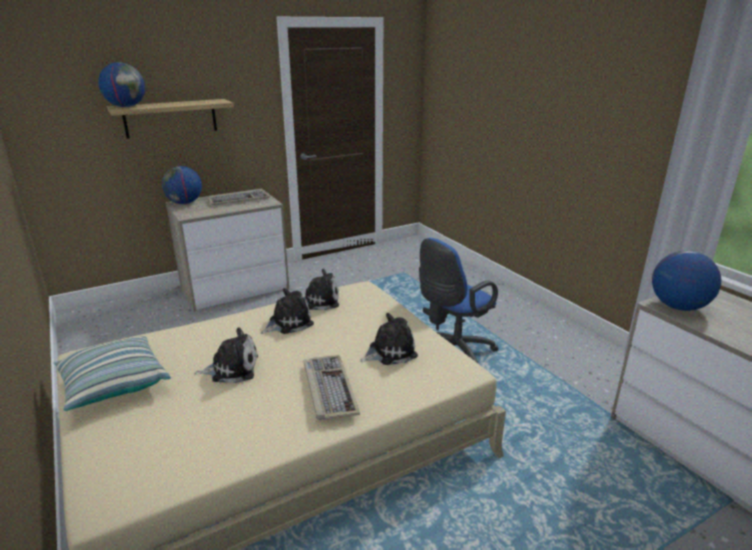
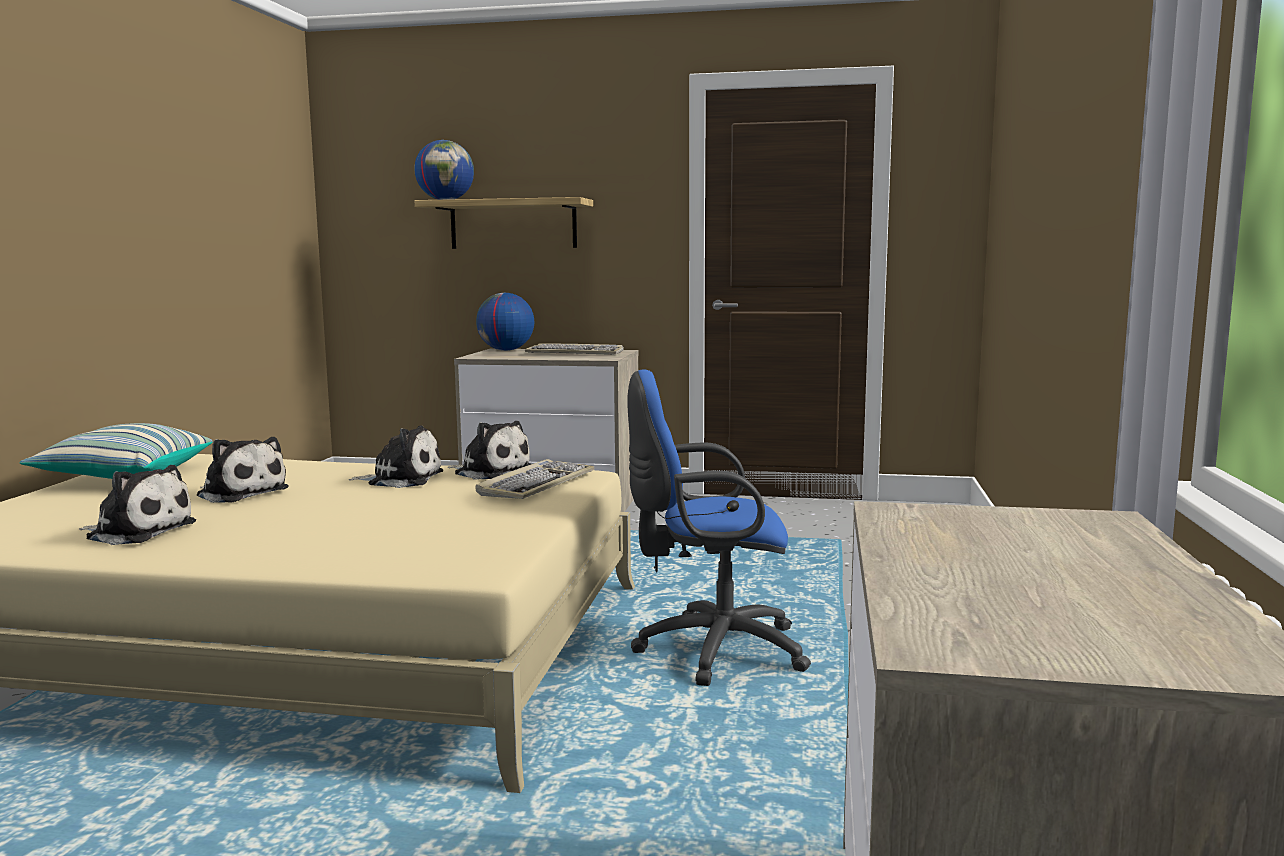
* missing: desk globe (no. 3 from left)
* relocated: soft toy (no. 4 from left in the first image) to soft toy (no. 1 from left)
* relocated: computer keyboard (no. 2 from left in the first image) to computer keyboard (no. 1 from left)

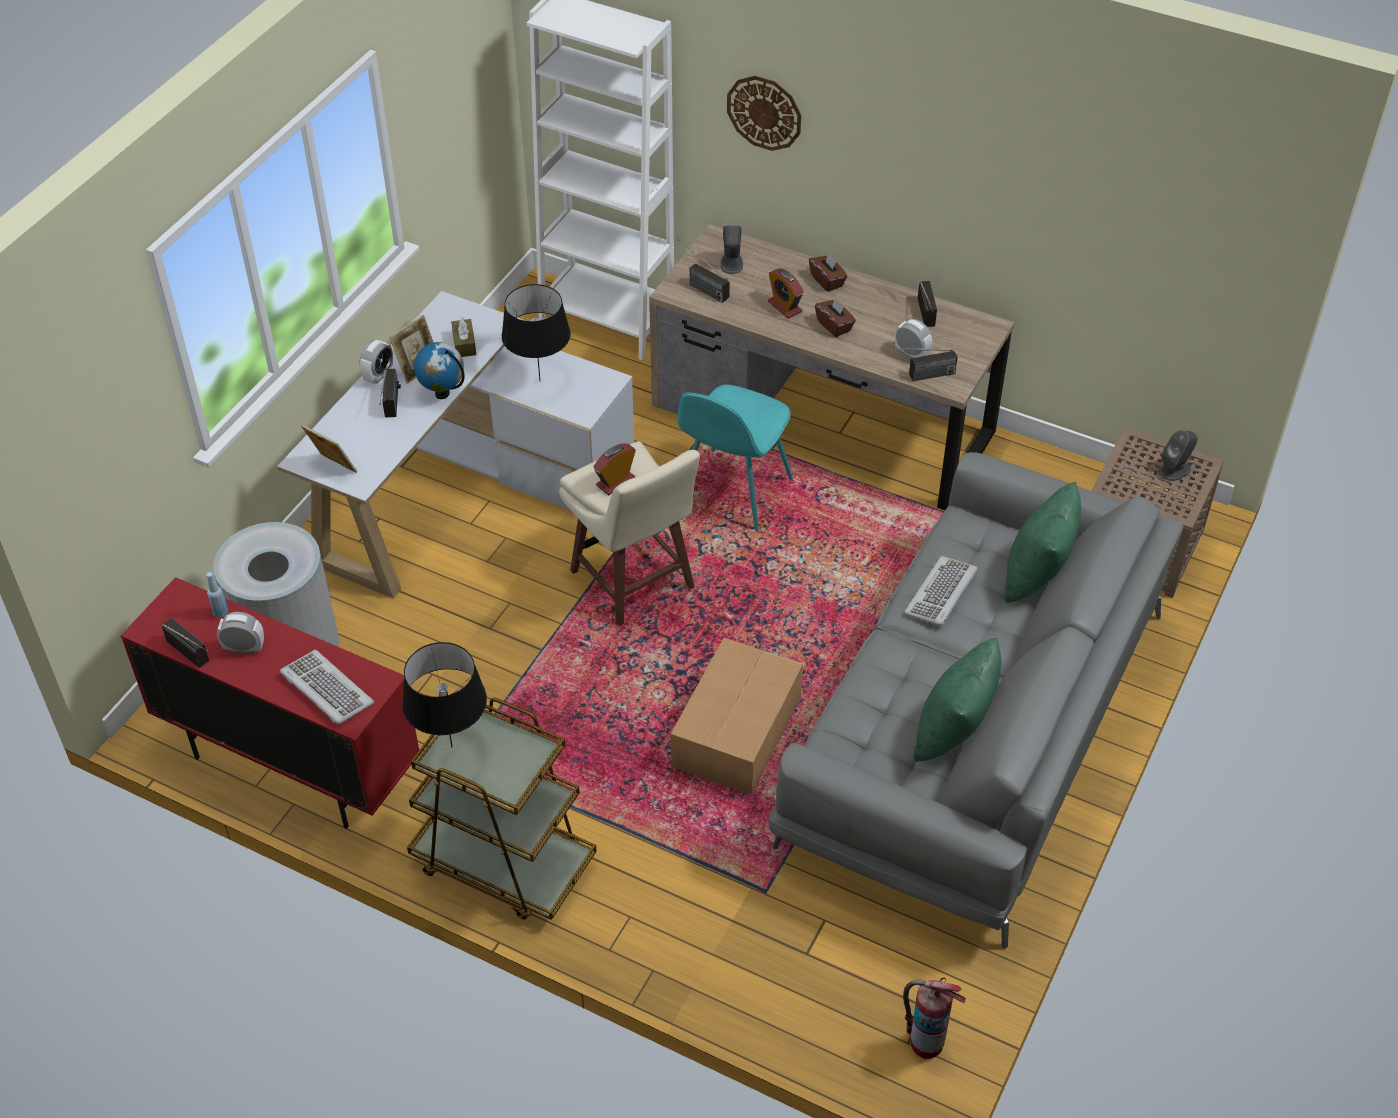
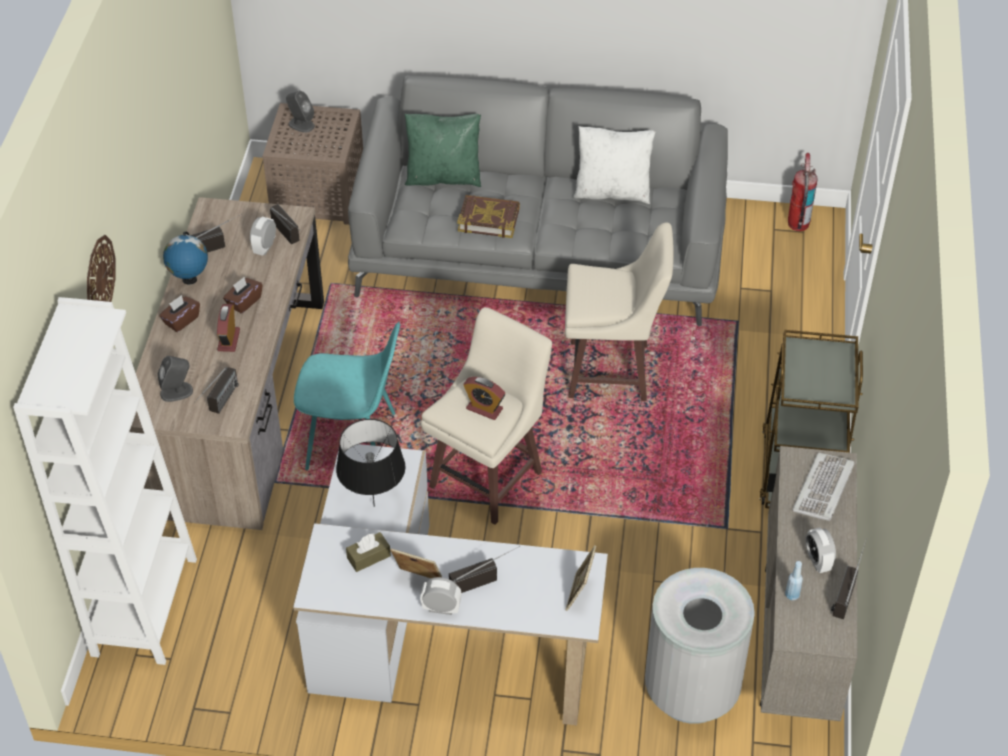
* spun: bedside clock (no. 4 from left in the first image) 150 degrees clockwise
* relocated: desk globe
* exchanged: computer keyboard (no. 2 from left) to volume
* colour: red cabinet to sand-coloured cabinet
* exchanged: packing box to sand-coloured stool (no. 2 from left)
* colour: green pillow (no. 1 from left) to white-coloured pillow
* missing: black-coloured lamp for a table (no. 1 from left)

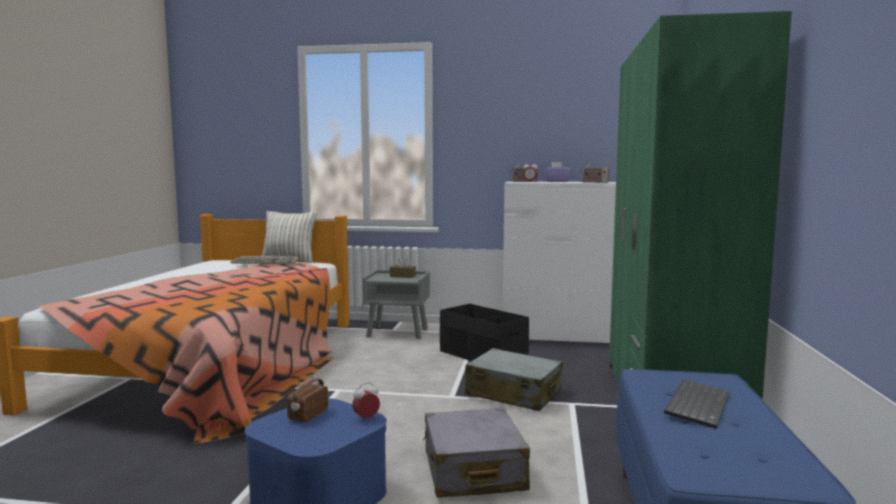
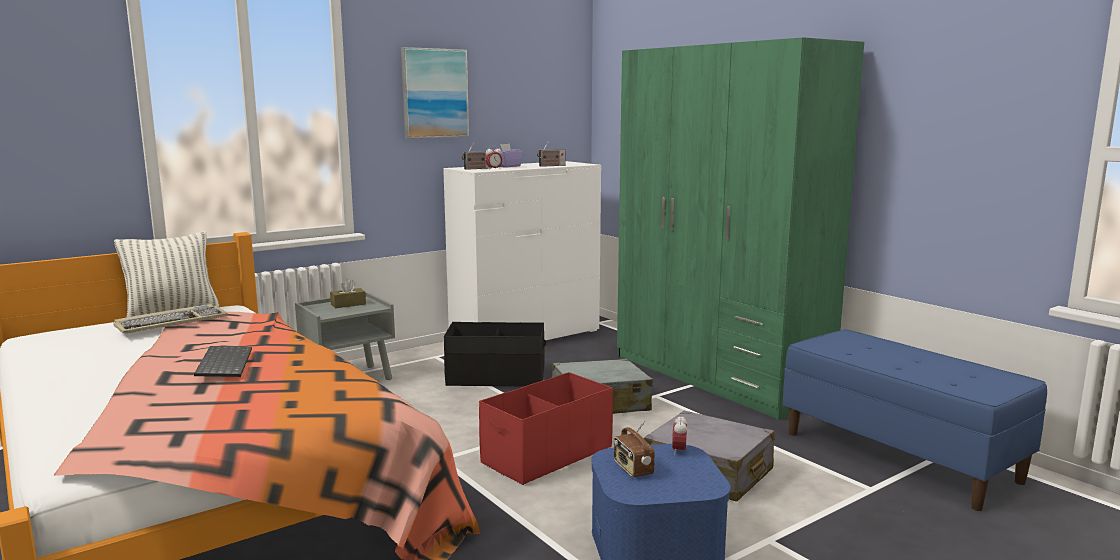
* relocated: computer keyboard (no. 2 from left)
* appeared: wall art
* appeared: red storage box

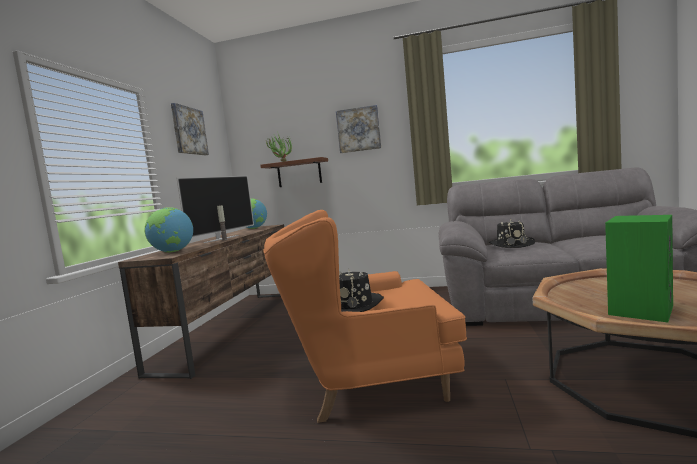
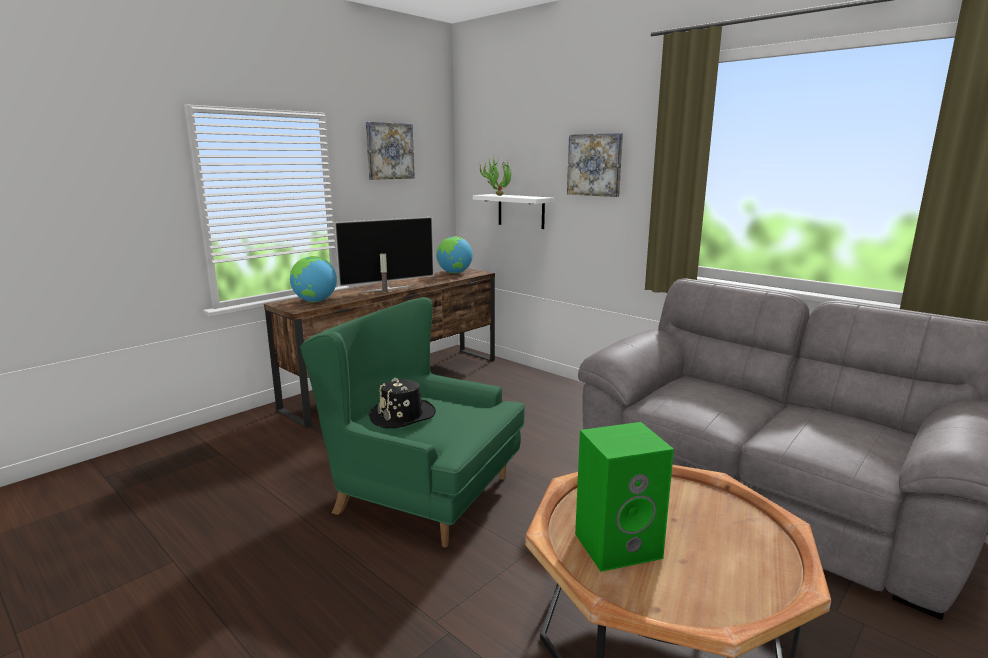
* colour: brownish bracket shelf to white-coloured bracket shelf
* colour: orange-coloured armchair to green armchair
* missing: black-coloured hat (no. 2 from left)

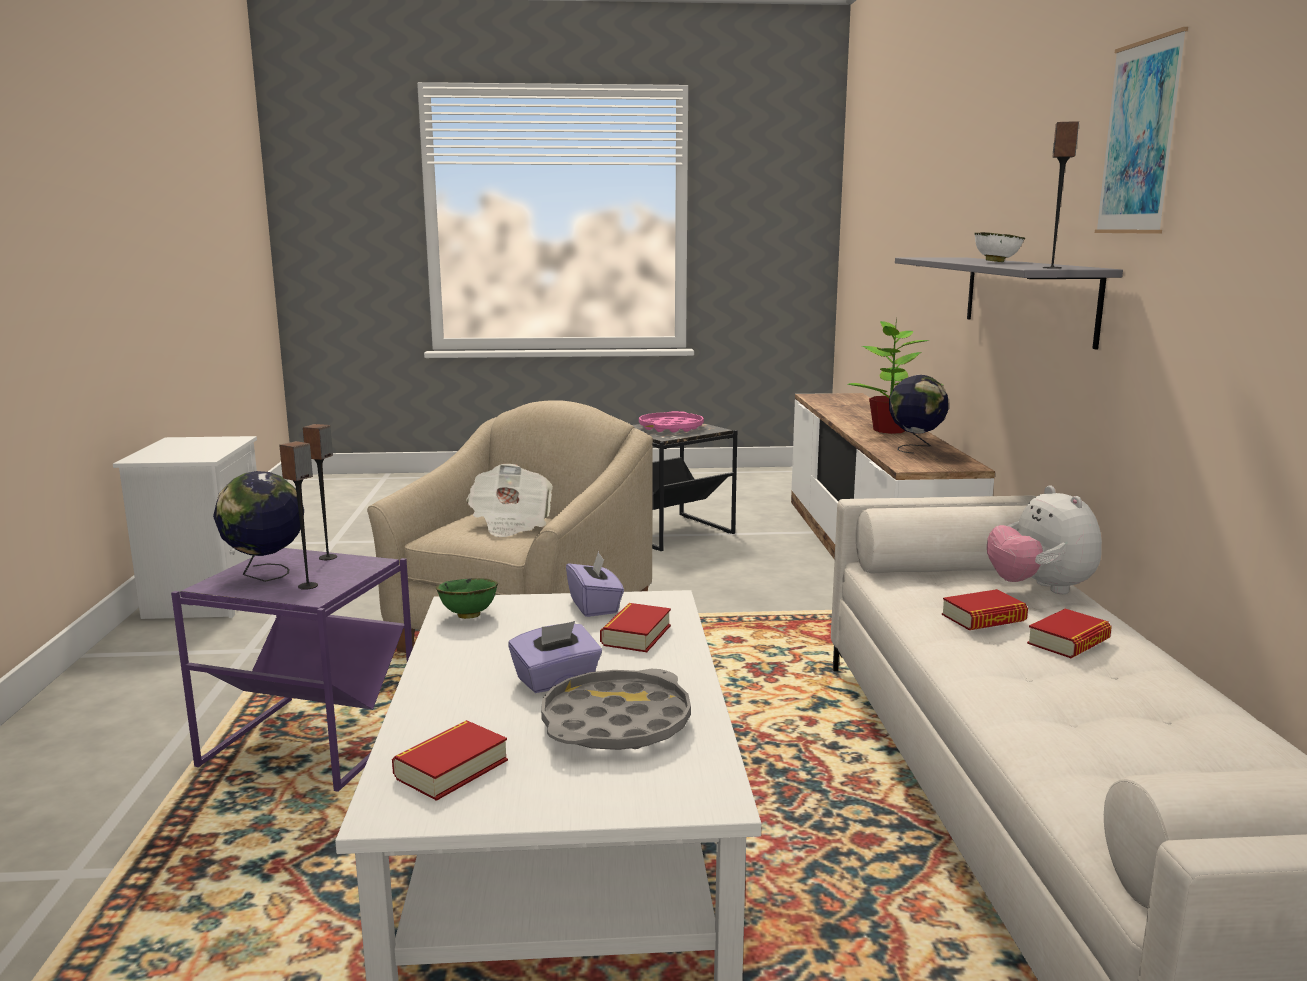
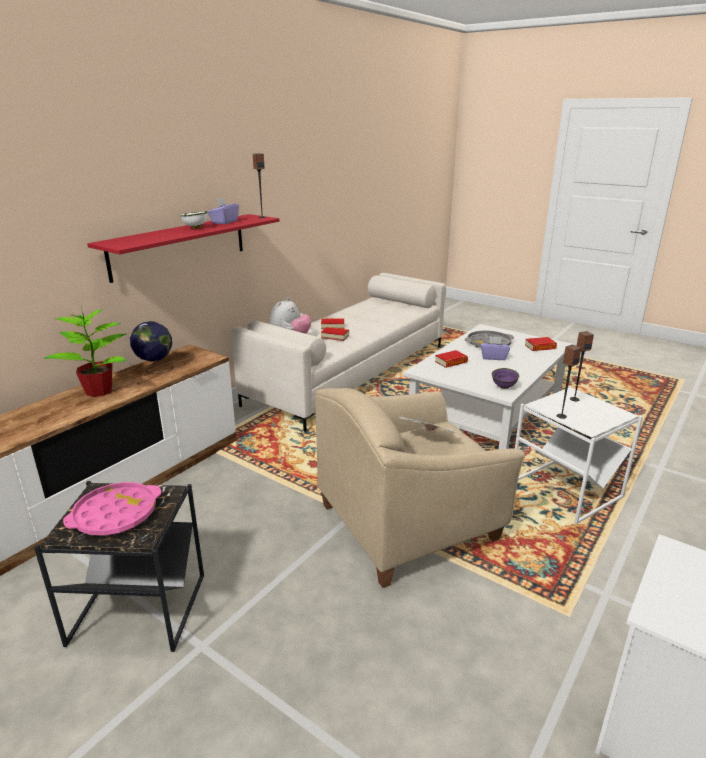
* missing: wall art
* colour: gray bracket shelf to red bracket shelf
* missing: desk globe (no. 1 from left)
* colour: purplish side table to white-coloured side table
* relocated: purplish box of tissues (no. 2 from left in the first image) to purplish box of tissues (no. 1 from left)
* colour: green deep dish to purplish deep dish

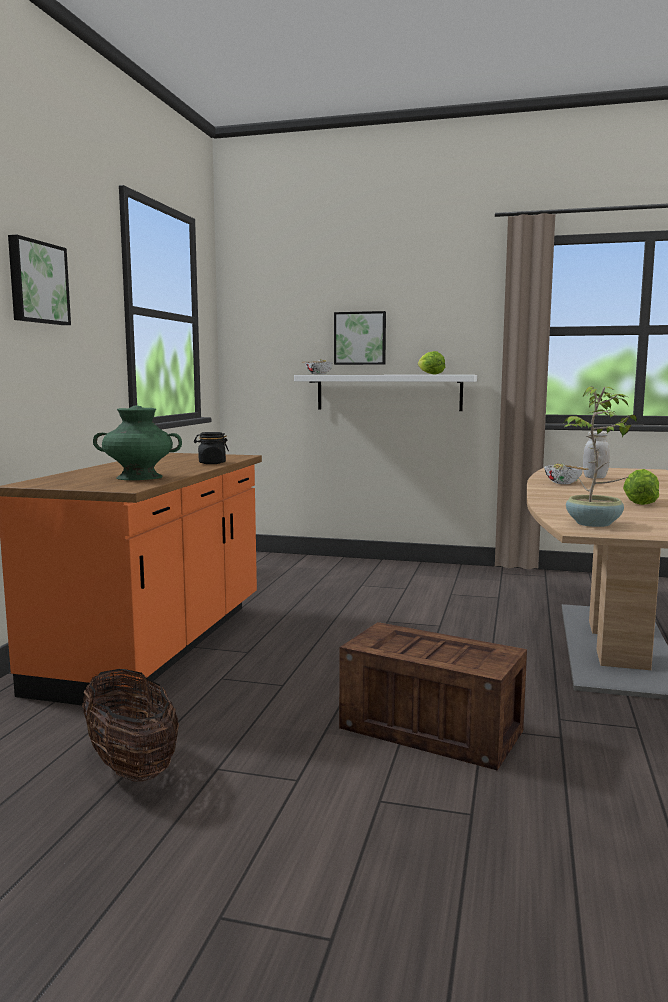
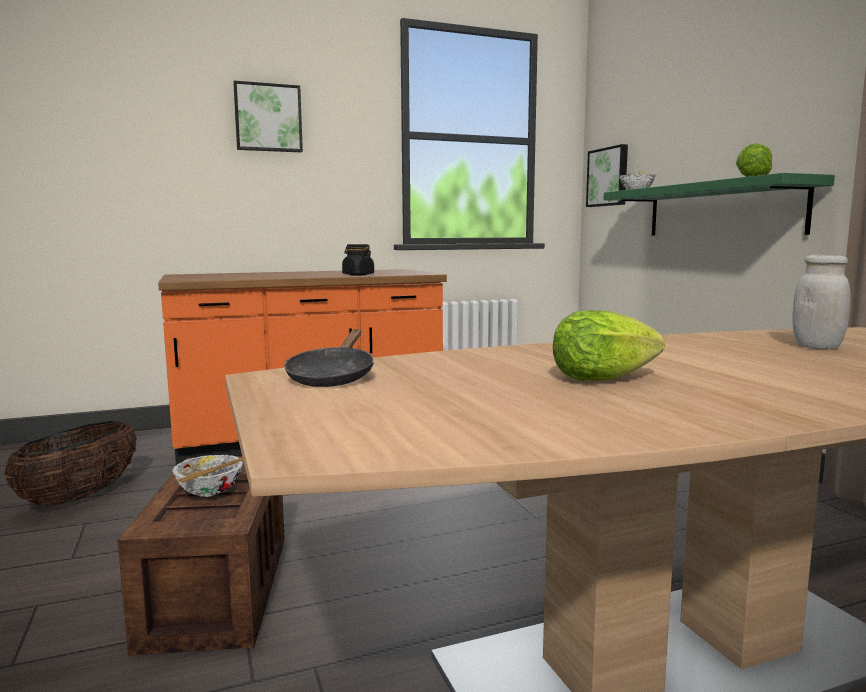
* relocated: wall art (no. 2 from left)
* colour: white-coloured bracket shelf to green bracket shelf
* exchanged: plant in a pot to black-coloured skillet
* missing: green decorative vase
* relocated: deep dish (no. 2 from left in the first image) to deep dish (no. 1 from left)

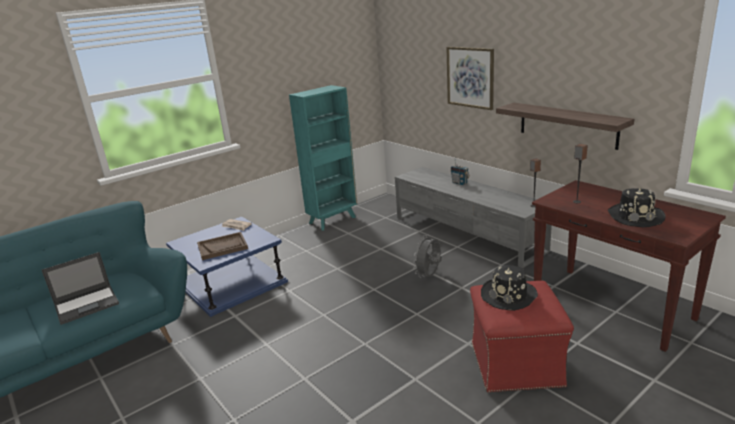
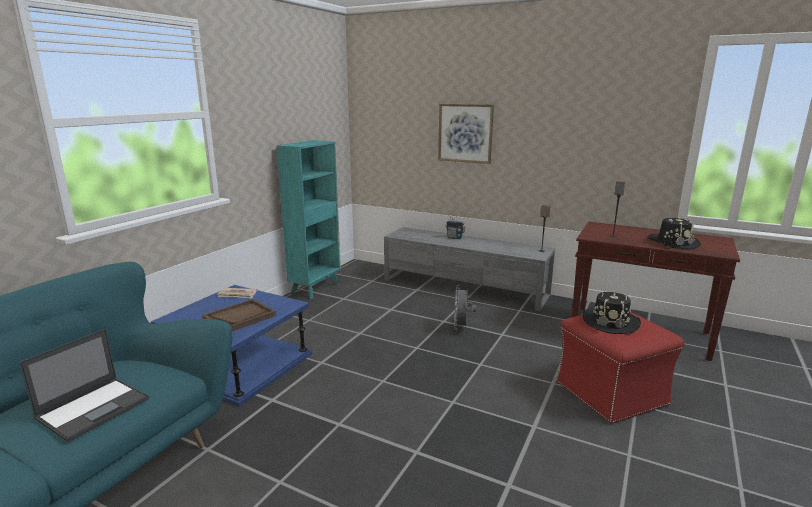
* missing: bracket shelf

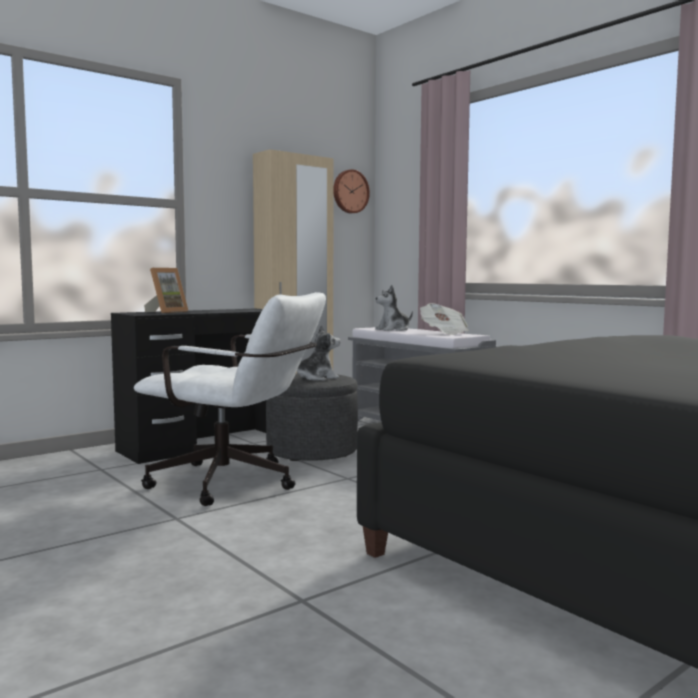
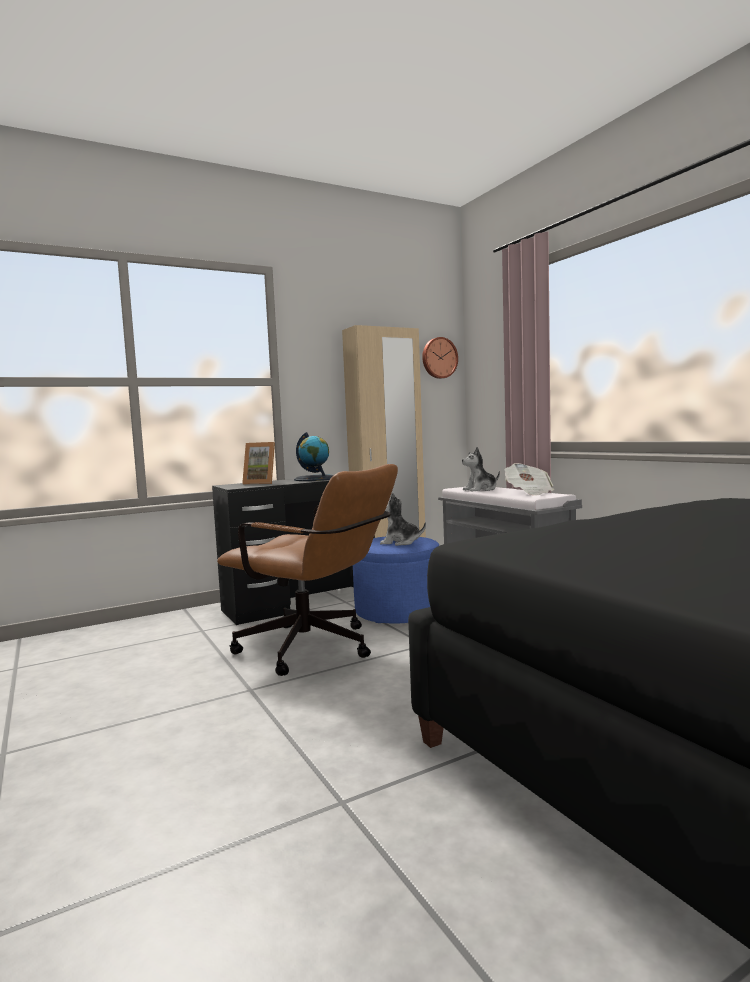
* spun: picture frame 60 degrees clockwise
* colour: white-coloured desk chair to brownish desk chair
* spun: soft toy (no. 1 from left) 150 degrees counterclockwise
* colour: gray footrest to bluish footrest
* appeared: desk globe

